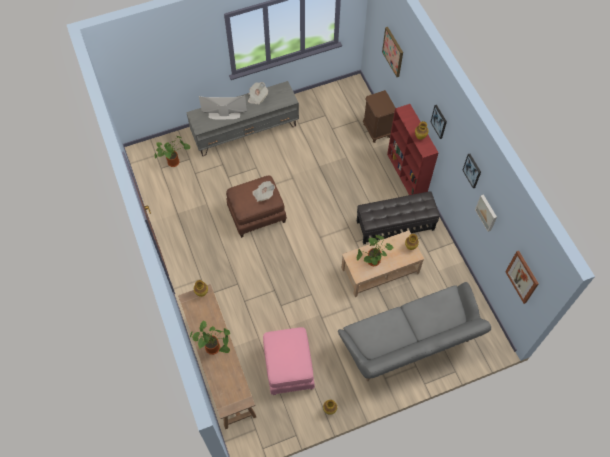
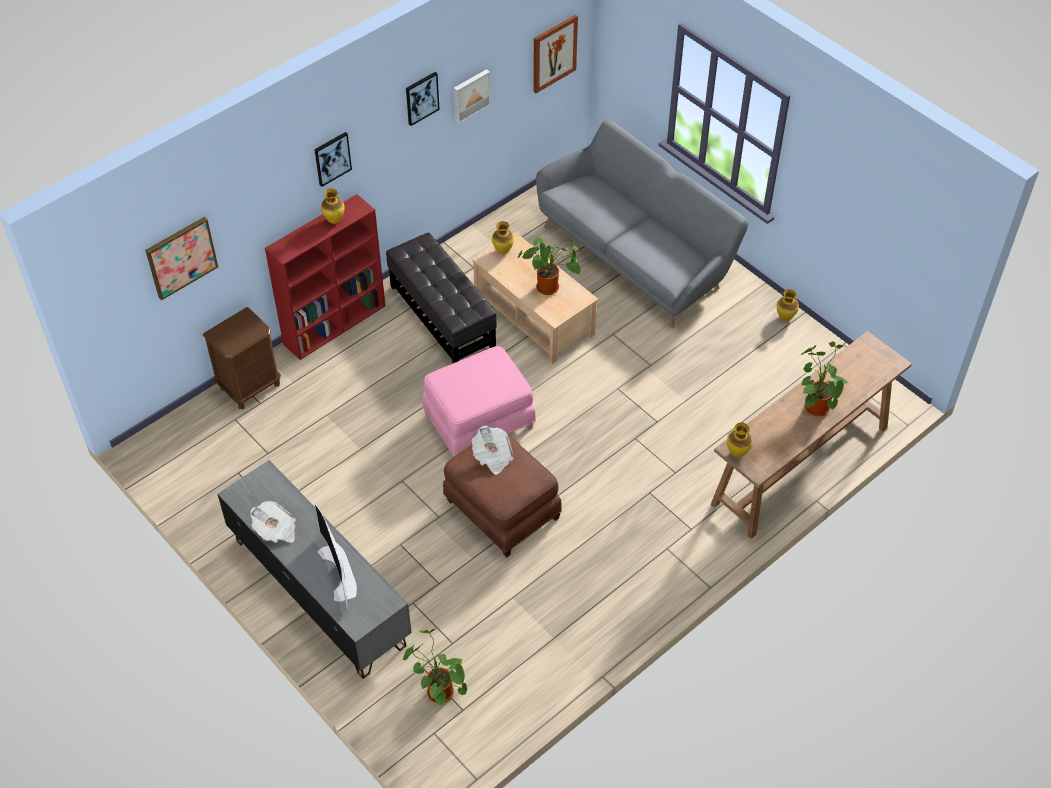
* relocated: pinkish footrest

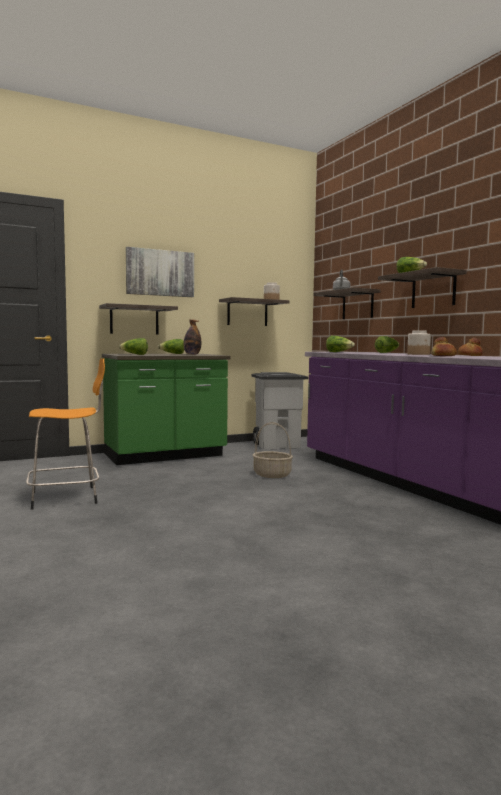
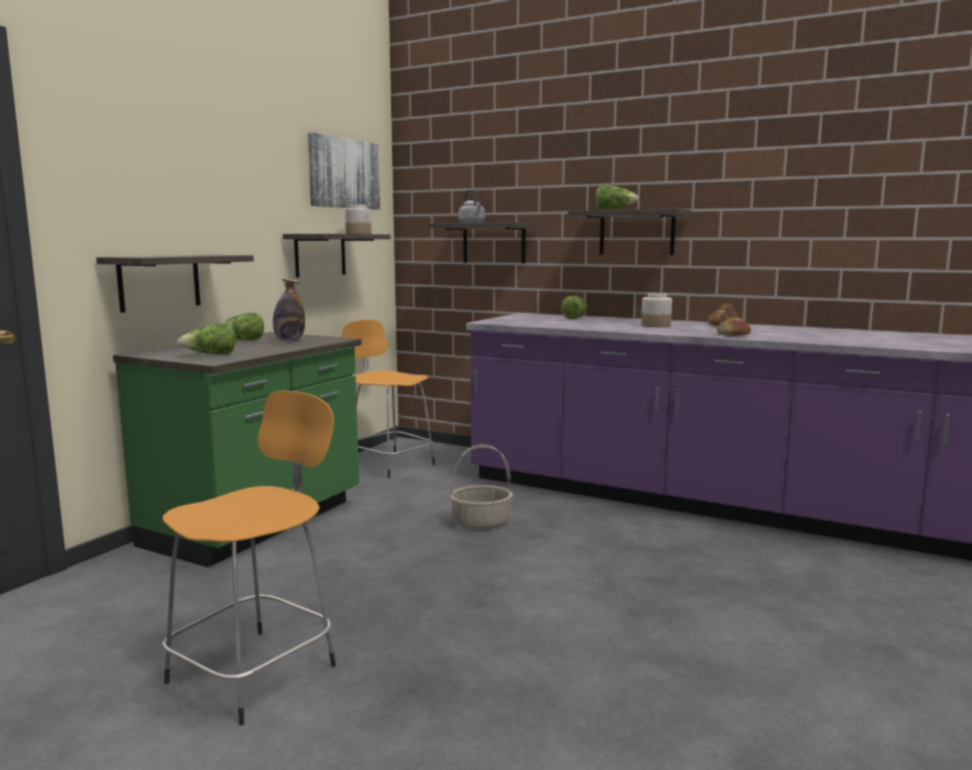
* relocated: wall art
* missing: head of lettuce (no. 3 from left)
* exchanged: gray waste bin to orange-coloured stool (no. 2 from left)

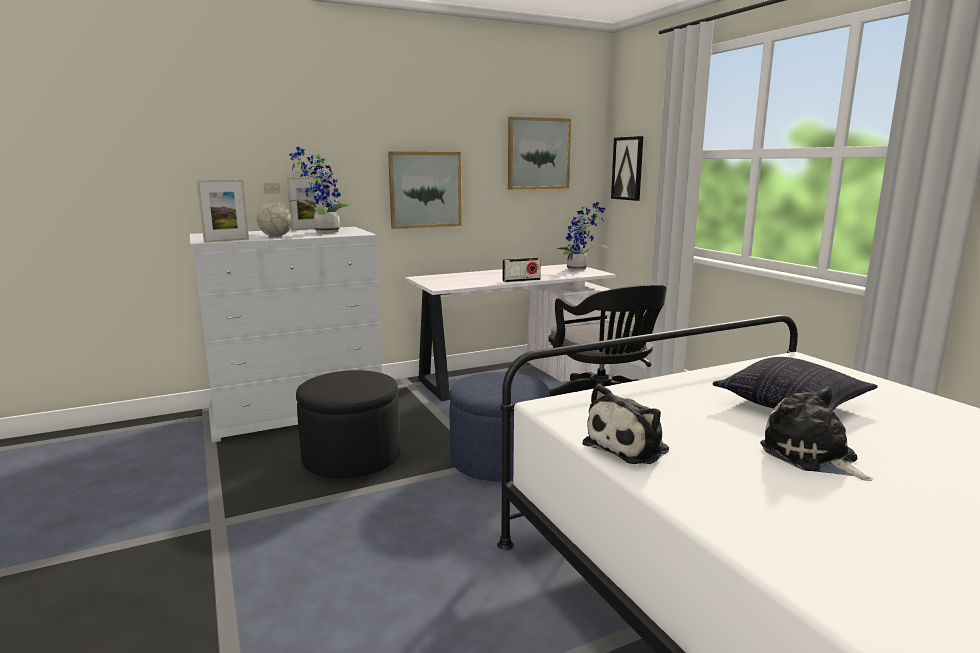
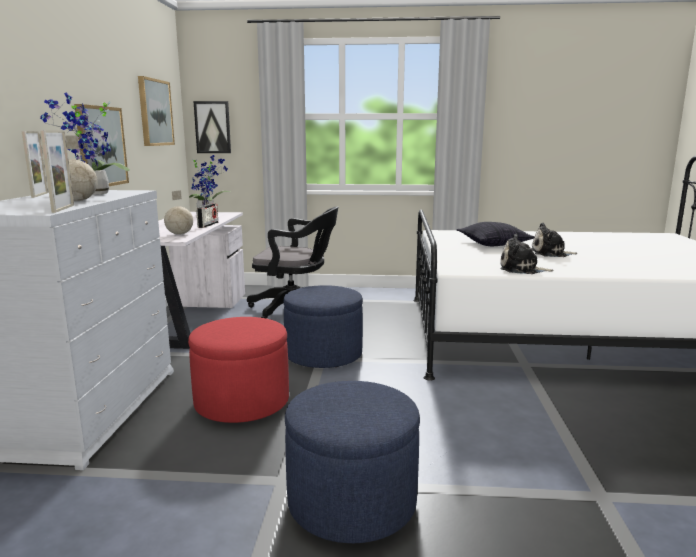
* colour: black-coloured footrest to red footrest
* spun: soft toy (no. 1 from left) 120 degrees clockwise
* appeared: desk globe (no. 2 from left)
* appeared: bluish footrest (no. 2 from left)

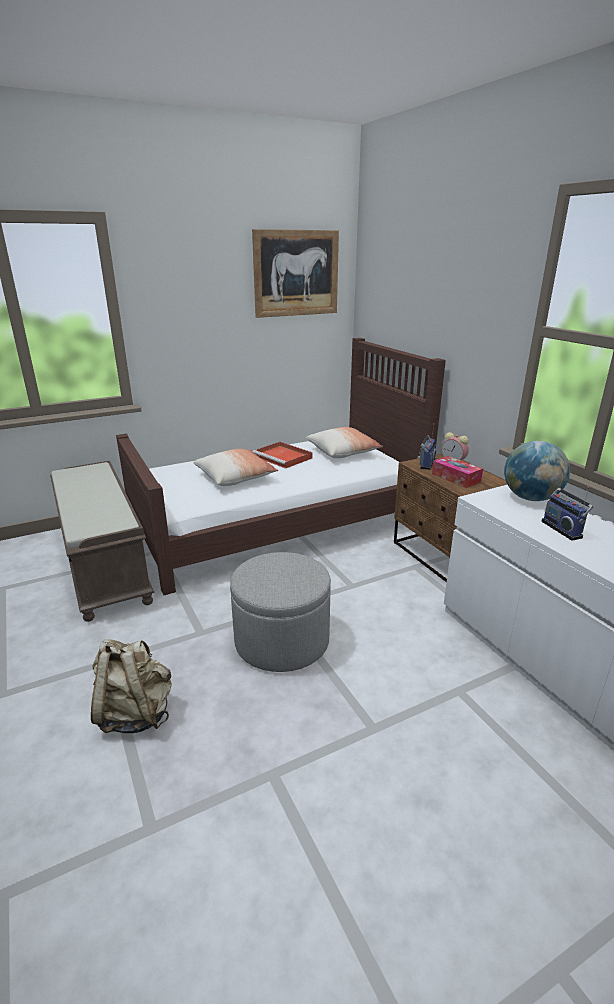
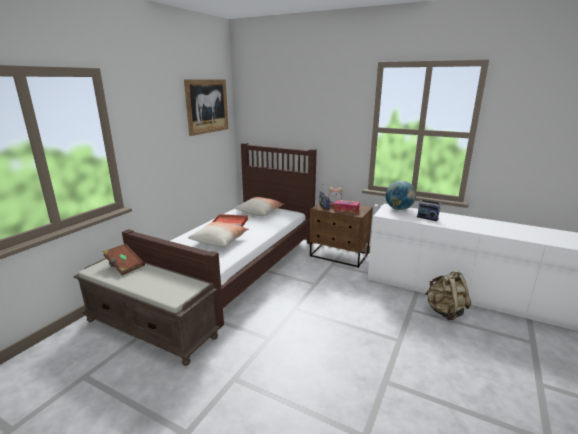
* missing: gray footrest
* relocated: sand-coloured backpack
* appeared: brownish volume

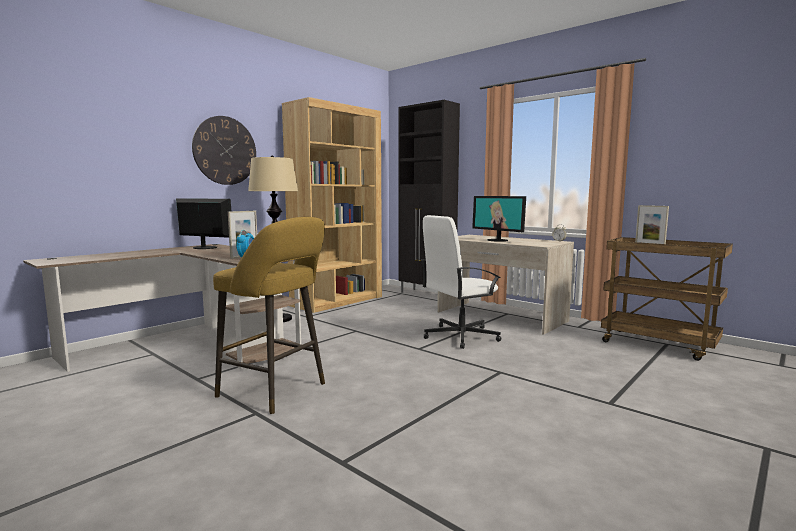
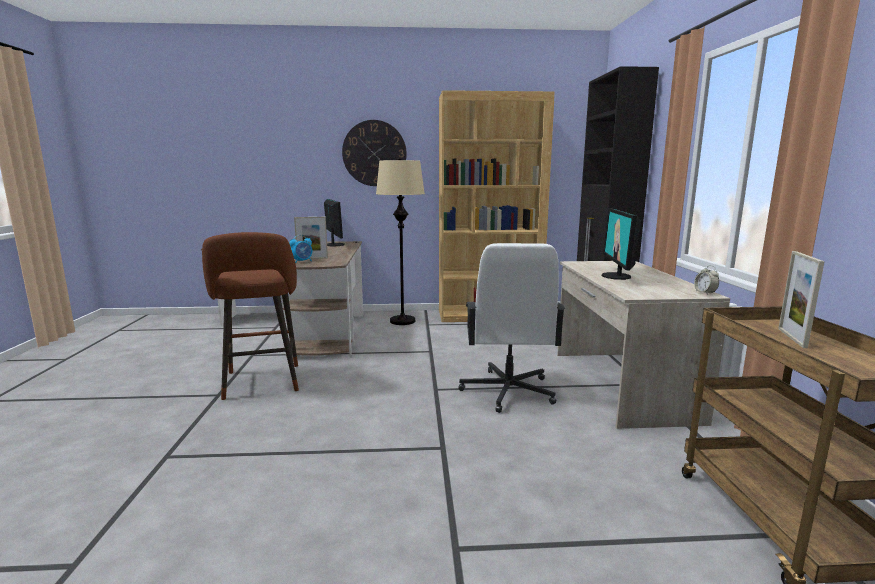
* spun: white-coloured desk chair 105 degrees counterclockwise
* colour: yellowish stool to brownish stool

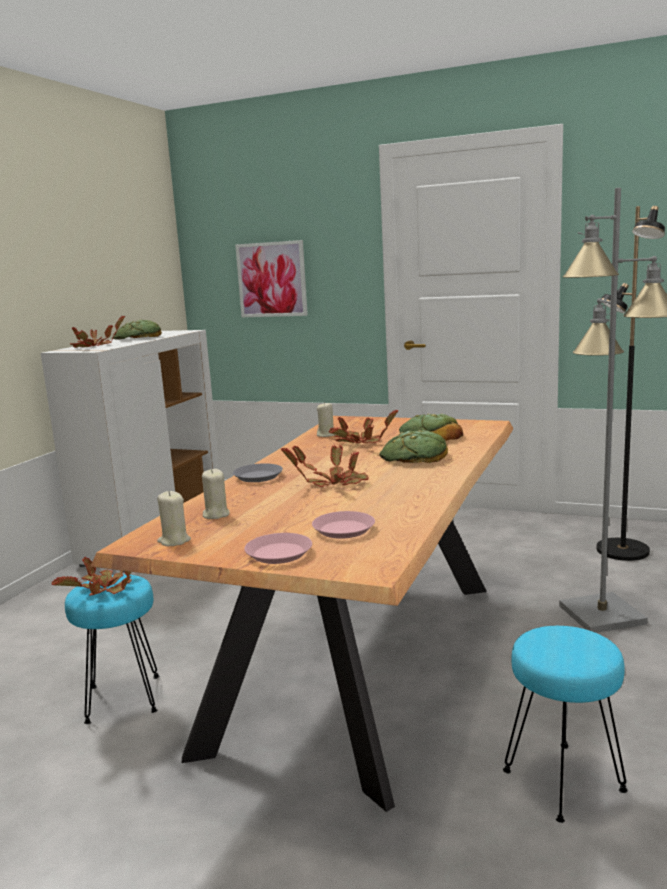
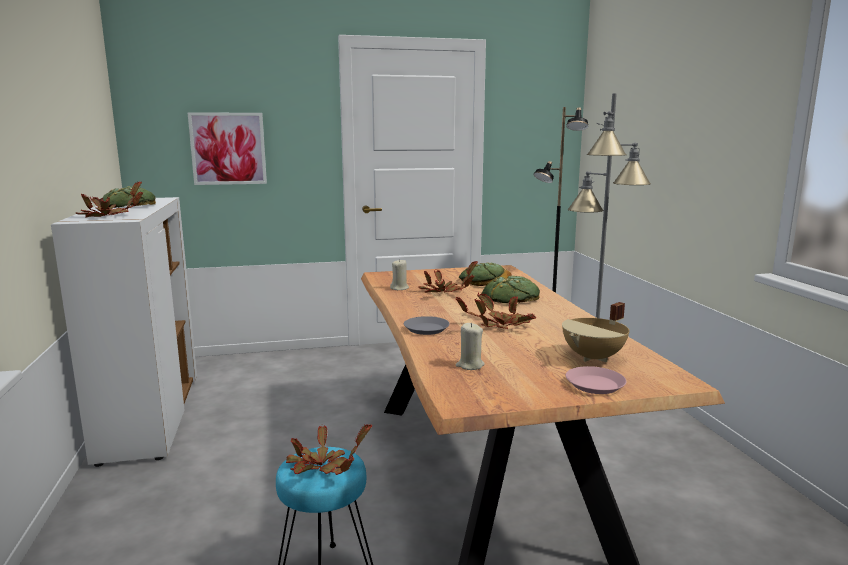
* missing: sand-coloured wax light (no. 1 from left)
* exchanged: pinkish plate (no. 2 from left) to sand-coloured cooking pot
* missing: blue-green stool (no. 2 from left)

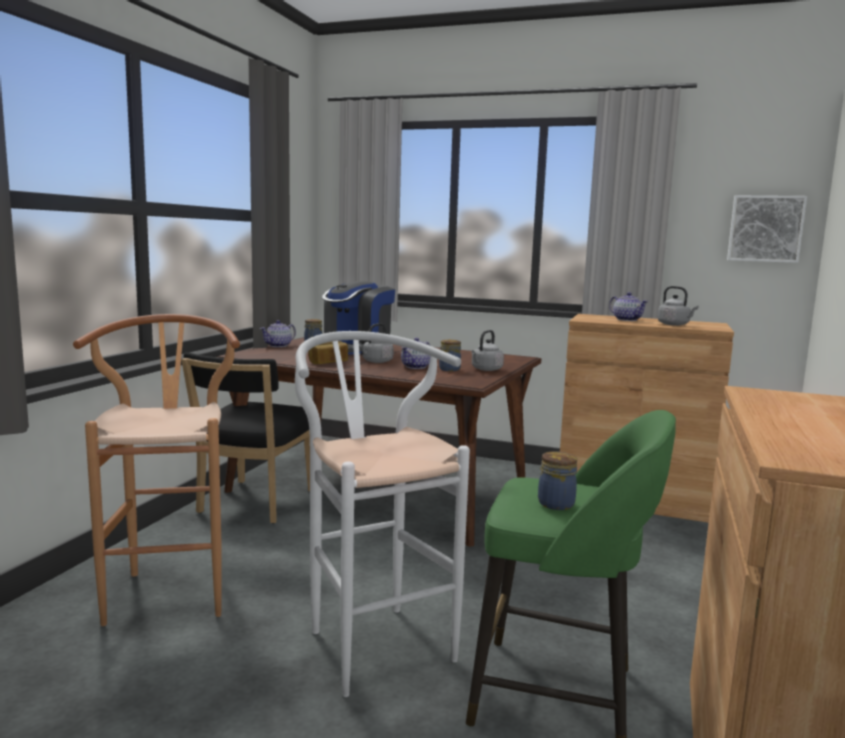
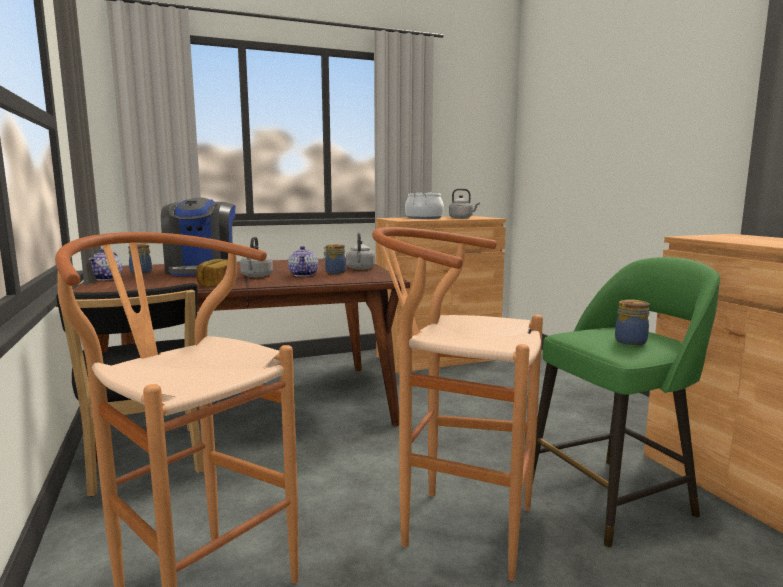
* missing: wall art
* exchanged: teapot (no. 3 from left) to cooking pot
* colour: white-coloured stool to brownish stool (no. 2 from left)

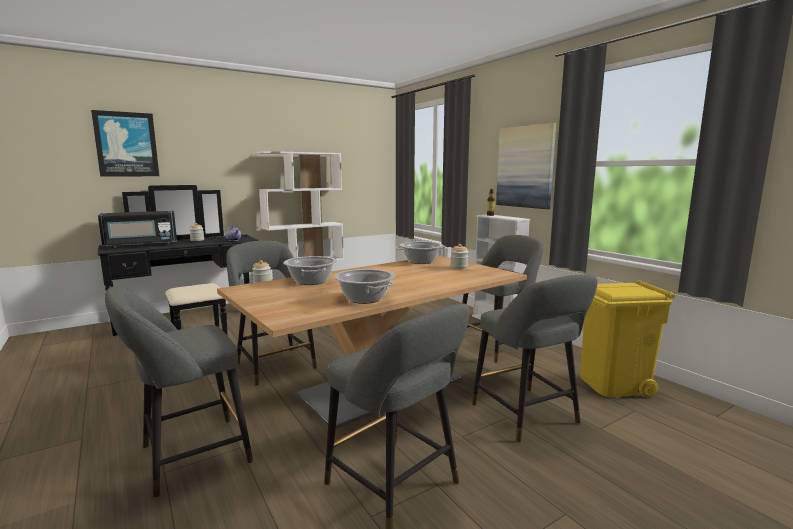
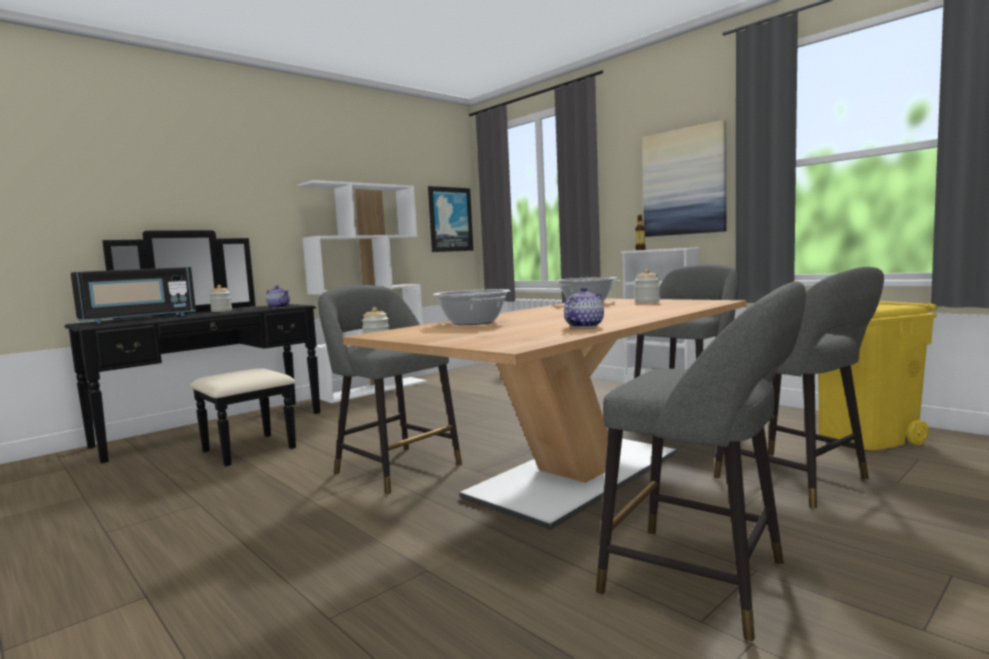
* relocated: wall art (no. 1 from left)
* exchanged: cooking pot (no. 2 from left) to teapot (no. 2 from left)
* missing: gray stool (no. 1 from left)

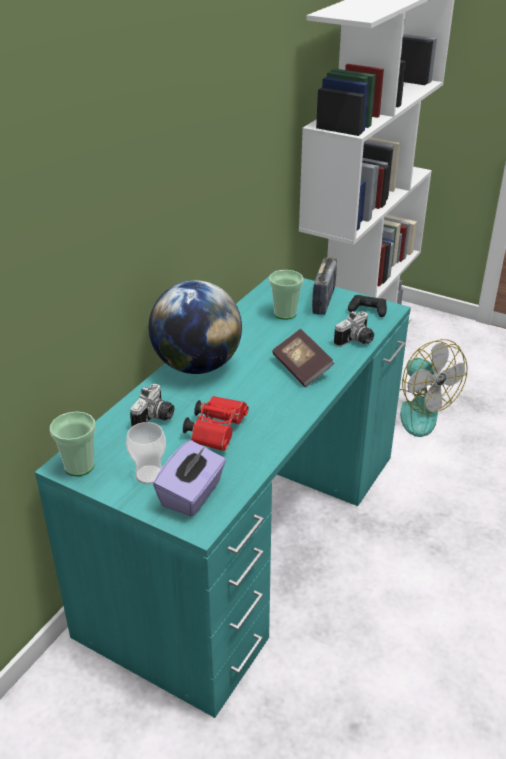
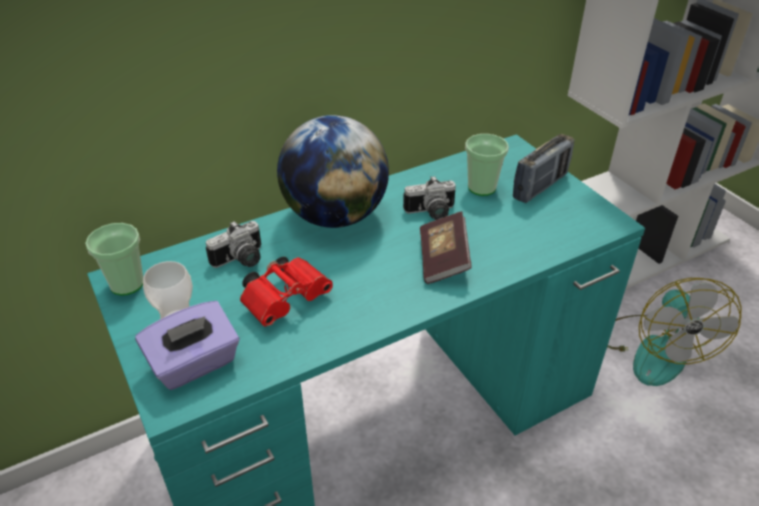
* missing: black-coloured joypad
* relocated: photo camera (no. 2 from left)

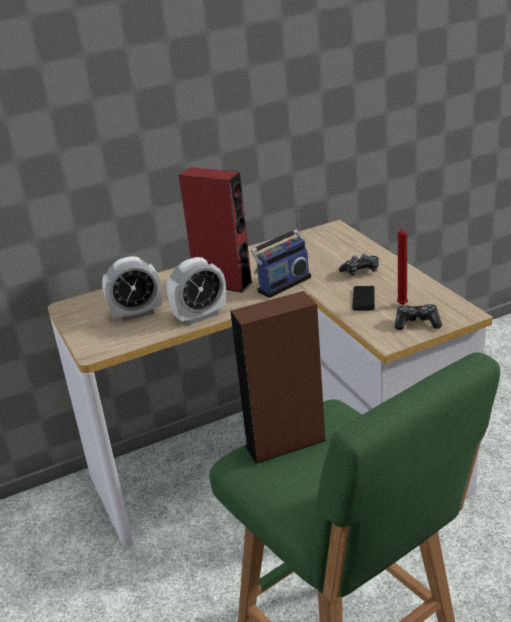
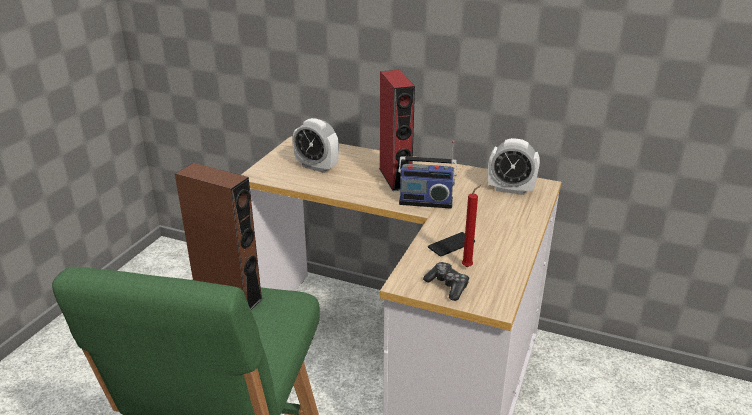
* missing: joypad (no. 1 from left)
* relocated: bedside clock (no. 2 from left)

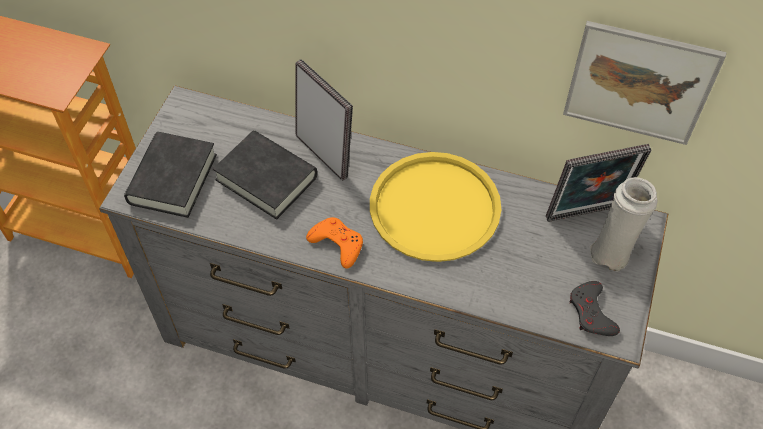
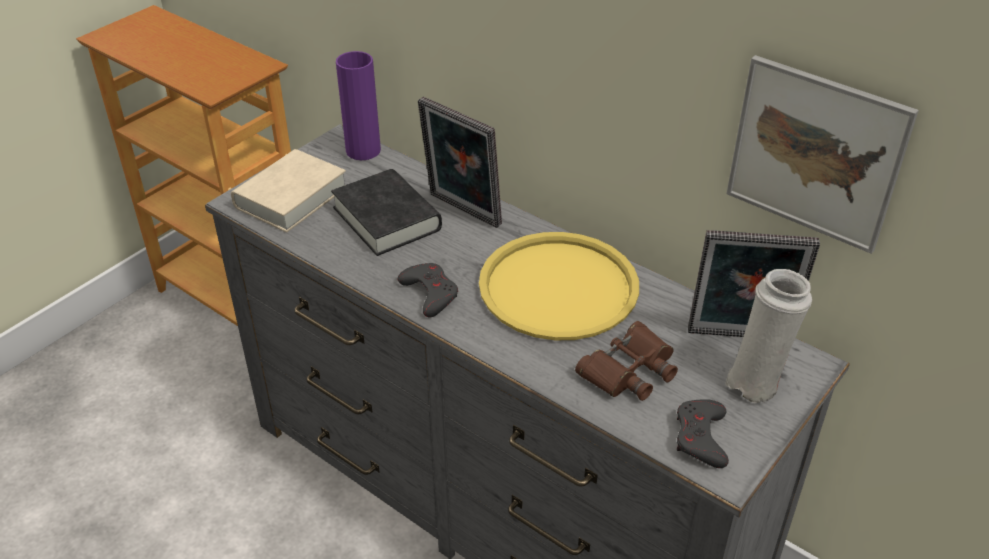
* spun: picture frame (no. 1 from left) 150 degrees clockwise
* colour: black-coloured volume (no. 1 from left) to sand-coloured volume
* colour: orange-coloured joypad to gray joypad (no. 1 from left)
* appeared: purplish decorative vase
* appeared: brownish binoculars

